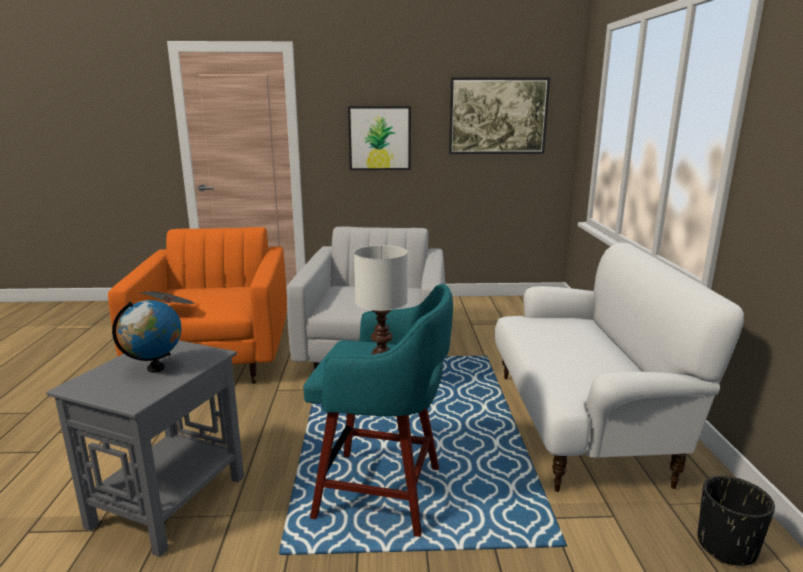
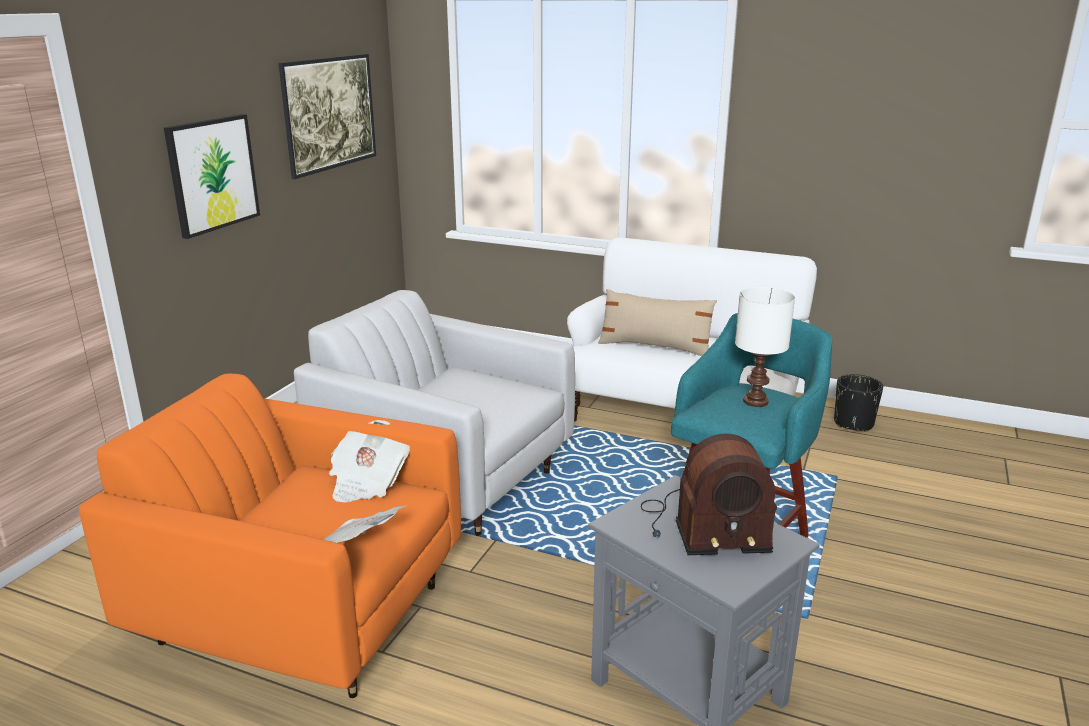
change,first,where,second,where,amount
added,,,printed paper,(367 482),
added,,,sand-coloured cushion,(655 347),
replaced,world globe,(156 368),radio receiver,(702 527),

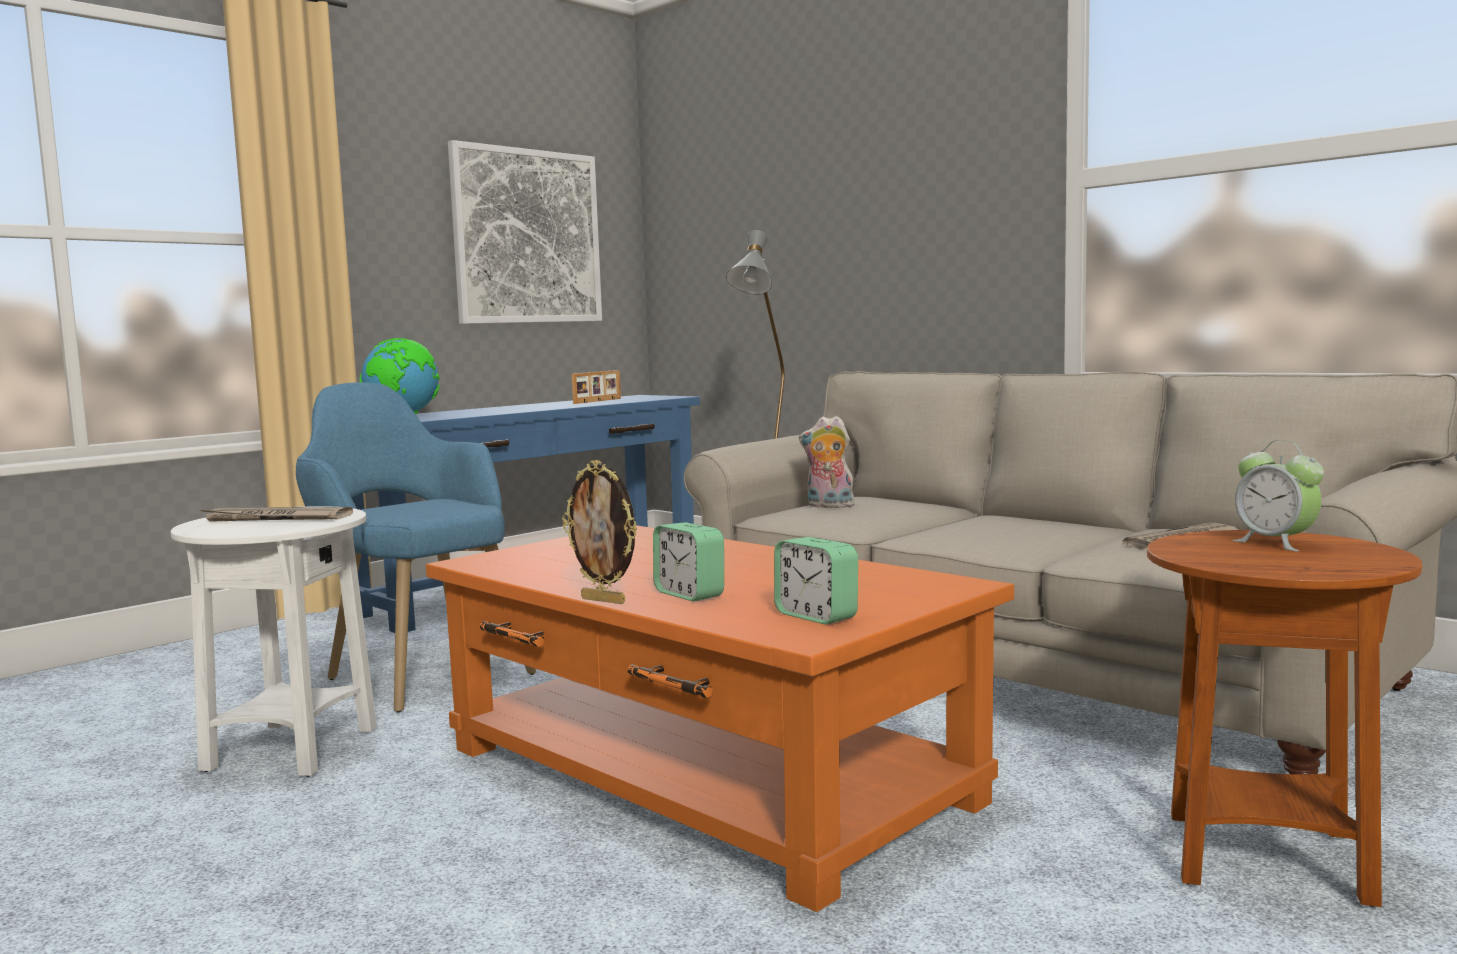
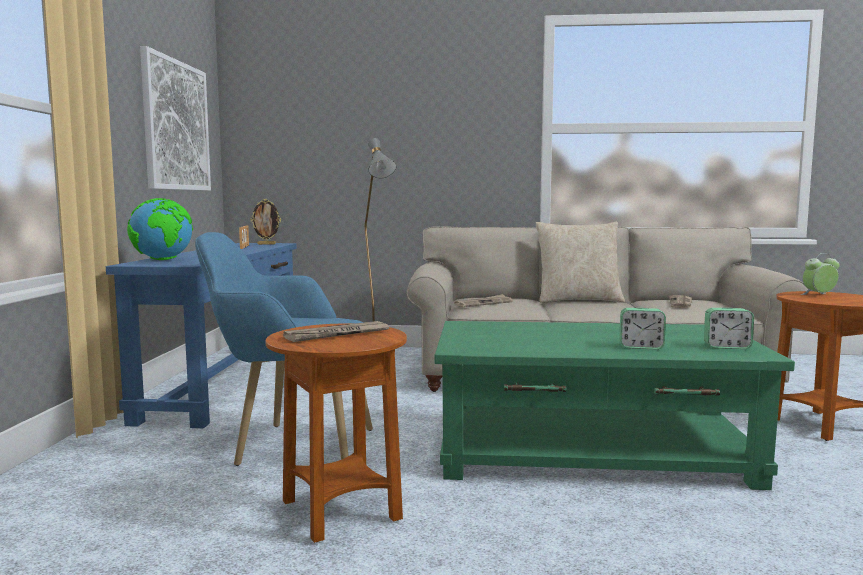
change,first,where,second,where,amount
moved,picture frame,(604 600),,(266 244),
recoloured,white-coloured side table,(291 750),brownish side table,(340 511),
recoloured,orangey lounge table,(704 775),green lounge table,(592 453),
replaced,plush toy,(828 506),printed paper,(483 303),
added,,,sand-coloured cushion,(578 300),
turned,table clock,(1275 543),,(818 295),150 degrees clockwise

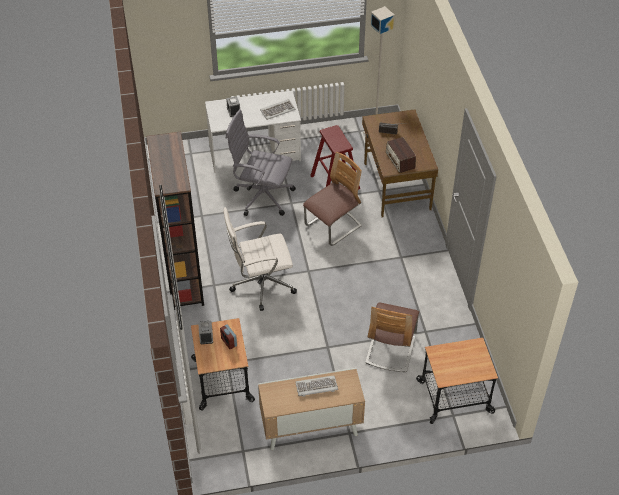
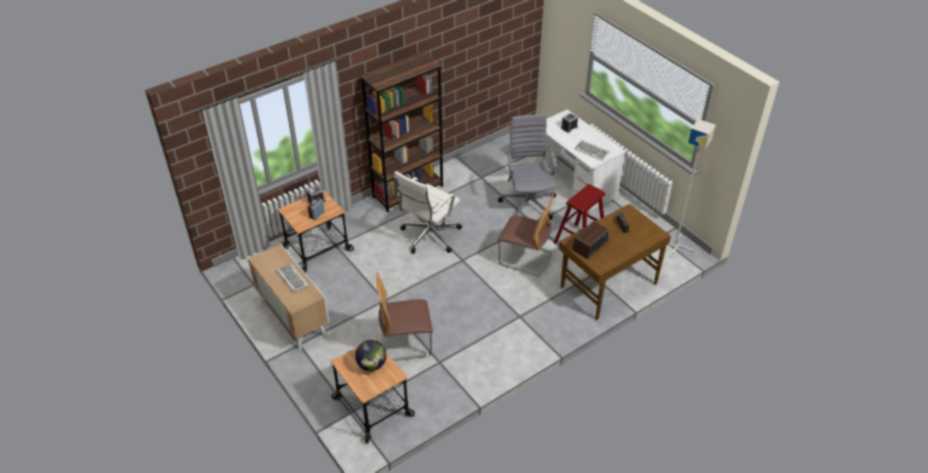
change,first,where,second,where,amount
added,,,world globe,(372 365),
turned,white-coloured computer chair,(261 284),,(429 236),105 degrees counterclockwise

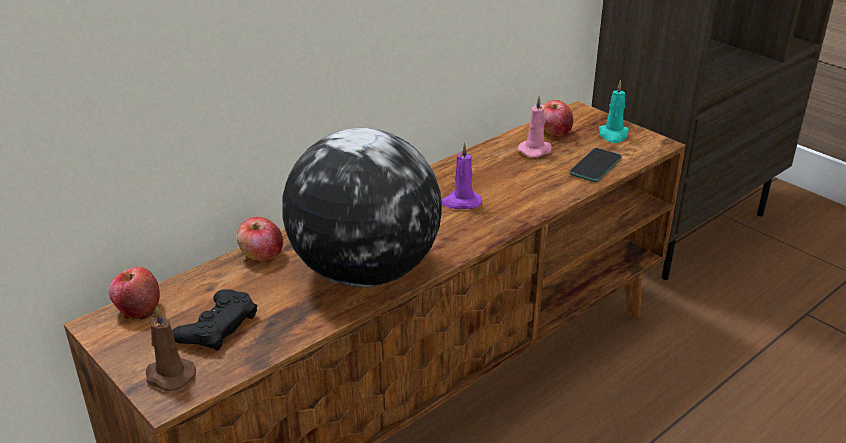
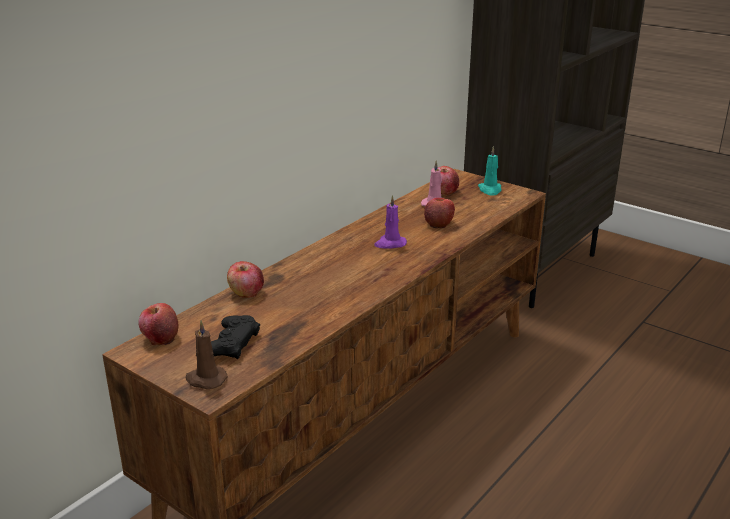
change,first,where,second,where,amount
added,,,whole apple,(439 223),
removed,world globe,(364 272),,,
removed,handset,(595 166),,,

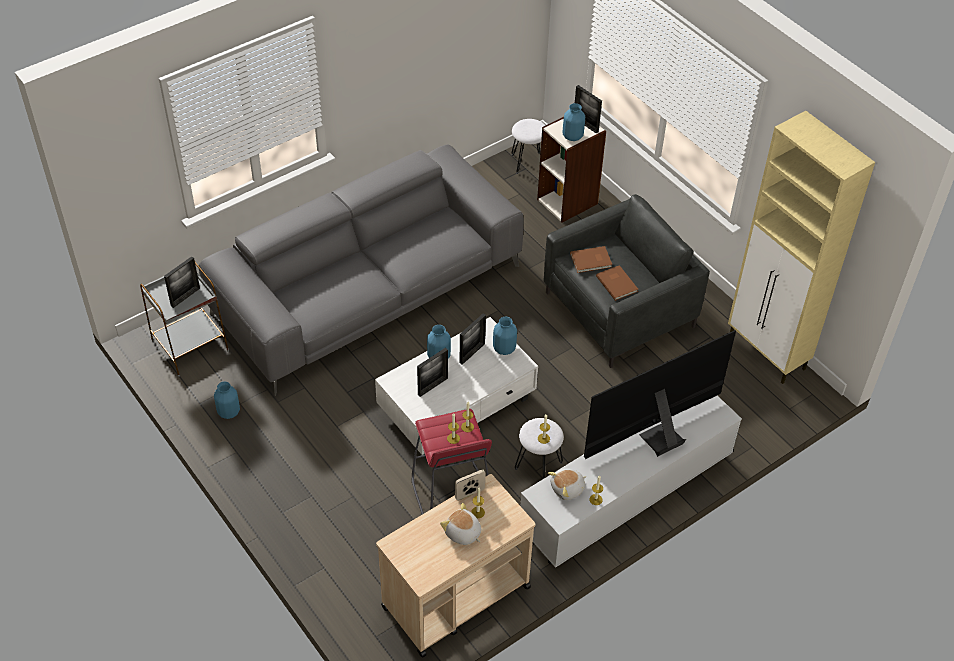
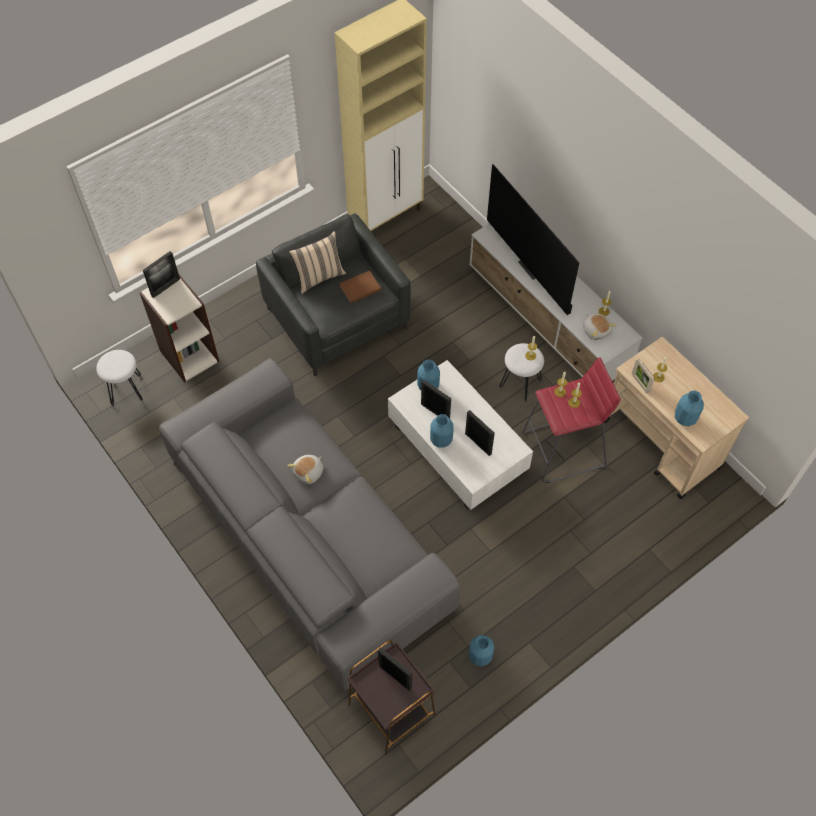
change,first,where,second,where,amount
moved,plush toy,(462 533),,(309 472),
added,,,sand-coloured cushion,(319 277),
recoloured,grey side table,(191 346),brownish side table,(392 709),
moved,blue-coloured flower vase,(572 136),,(684 418),
removed,brownish book,(591 261),,,

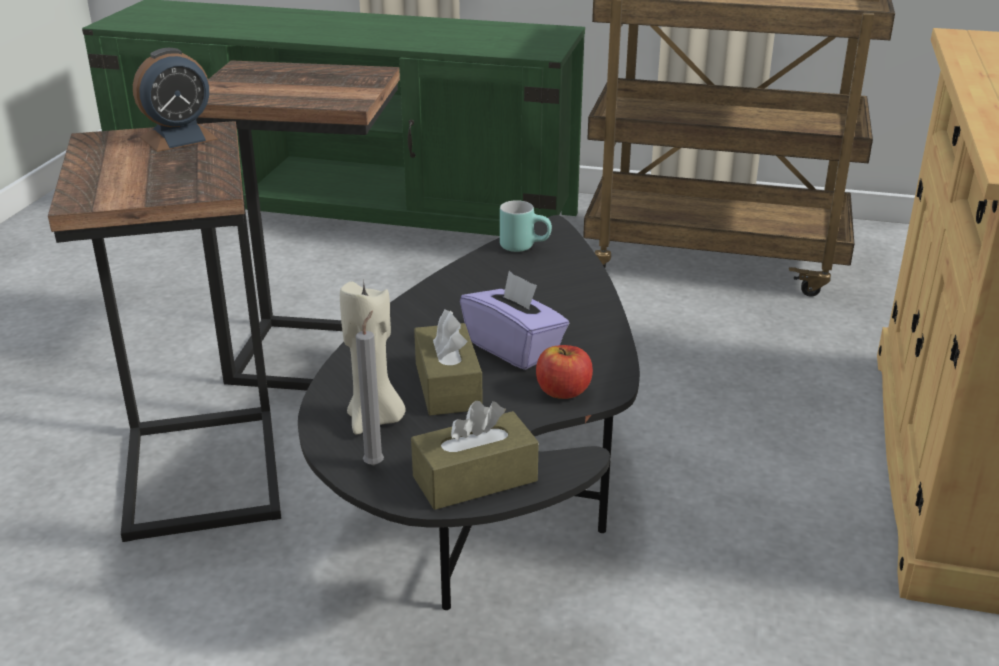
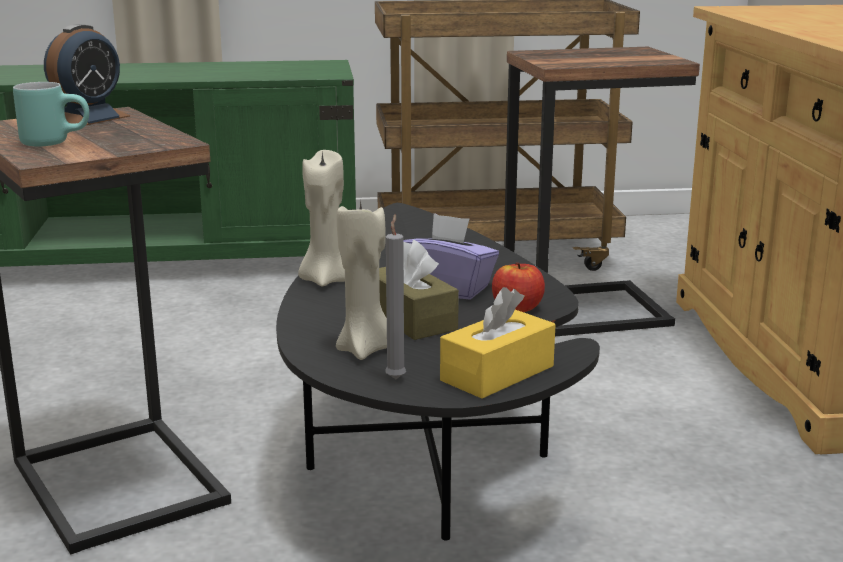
change,first,where,second,where,amount
moved,turquoise-coloured mug,(525 246),,(56 142),
added,,,sand-coloured candle,(324 280),
recoloured,brownish box of tissues,(475 479),yellow box of tissues,(497 373),
moved,side table,(319 355),,(583 310),

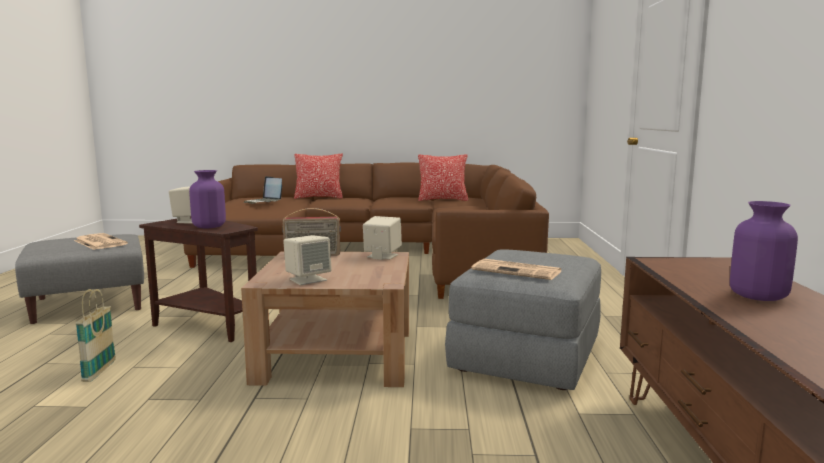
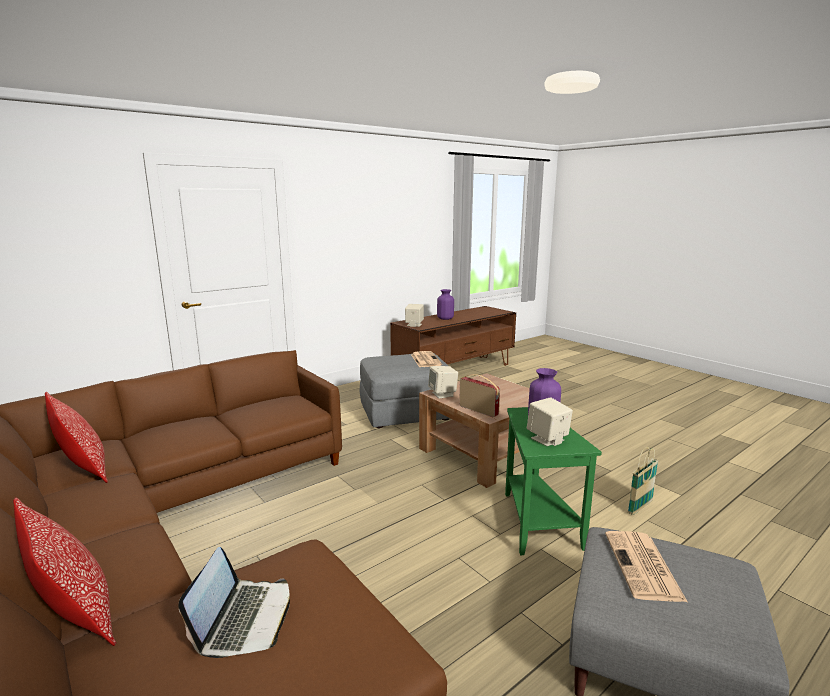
change,first,where,second,where,amount
moved,sand-coloured speaker,(308 280),,(414 325),
recoloured,brownish side table,(207 325),green side table,(537 524),

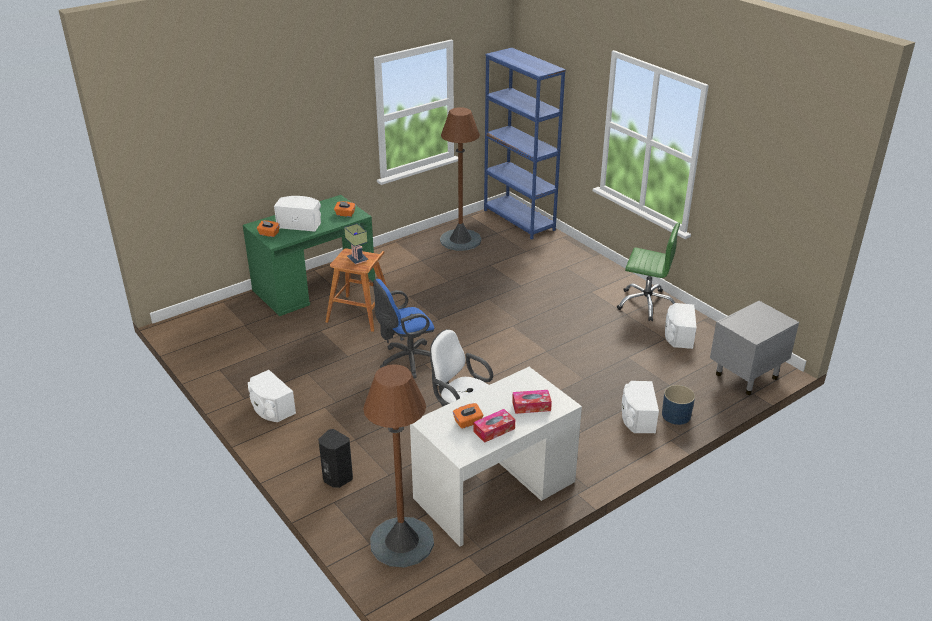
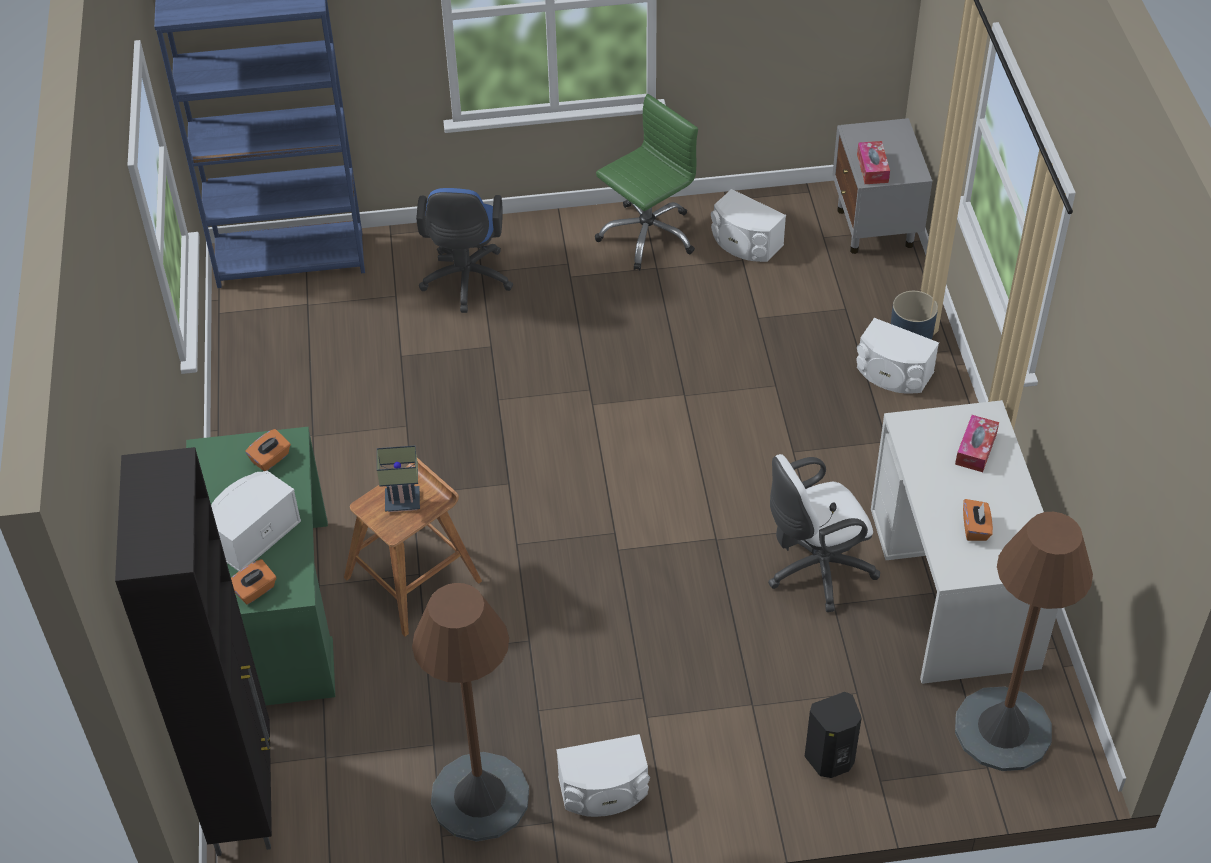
change,first,where,second,where,amount
added,,,black cupboard,(245 794),
moved,brownish standing lamp,(460 240),,(480 797),
moved,blue-coloured computer chair,(406 361),,(466 283),
moved,box of tissues,(494 430),,(872 168),

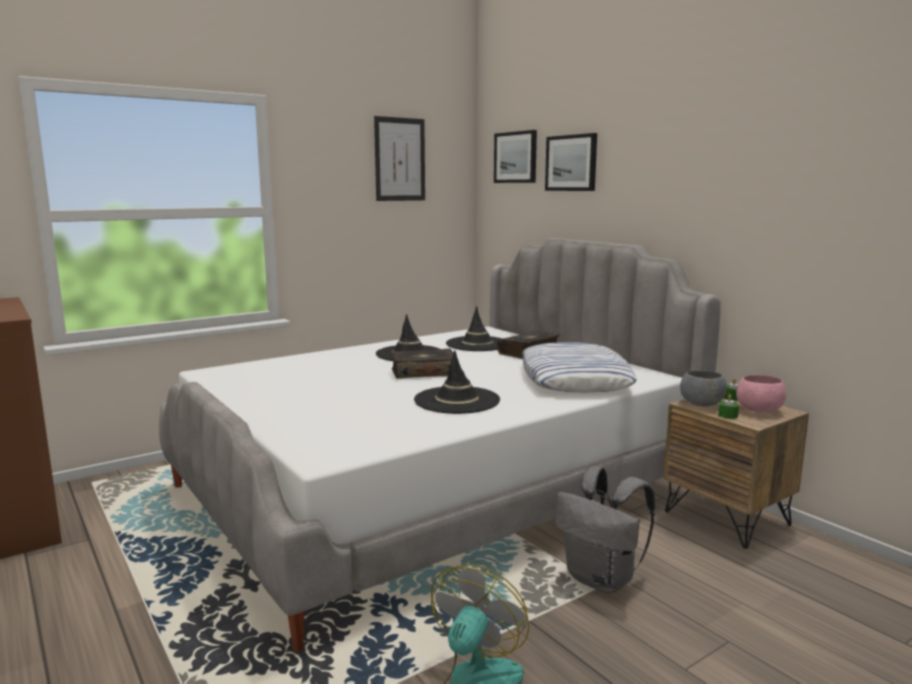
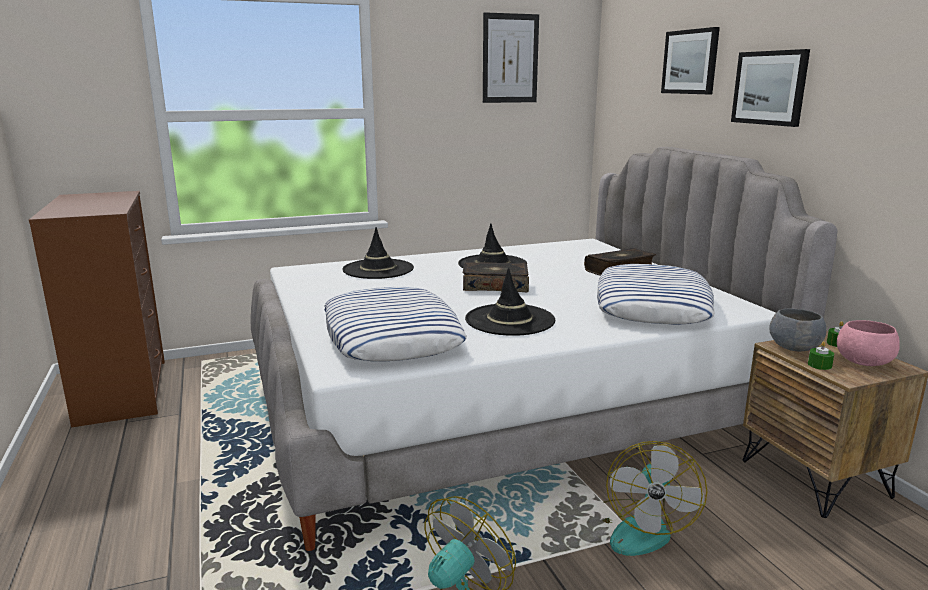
change,first,where,second,where,amount
added,,,cushion,(392 335),
moved,black wearable hat,(477 344),,(378 269),
replaced,grey knapsack,(602 580),electric fan,(639 528),
moved,wall picture,(516 157),,(770 88),

